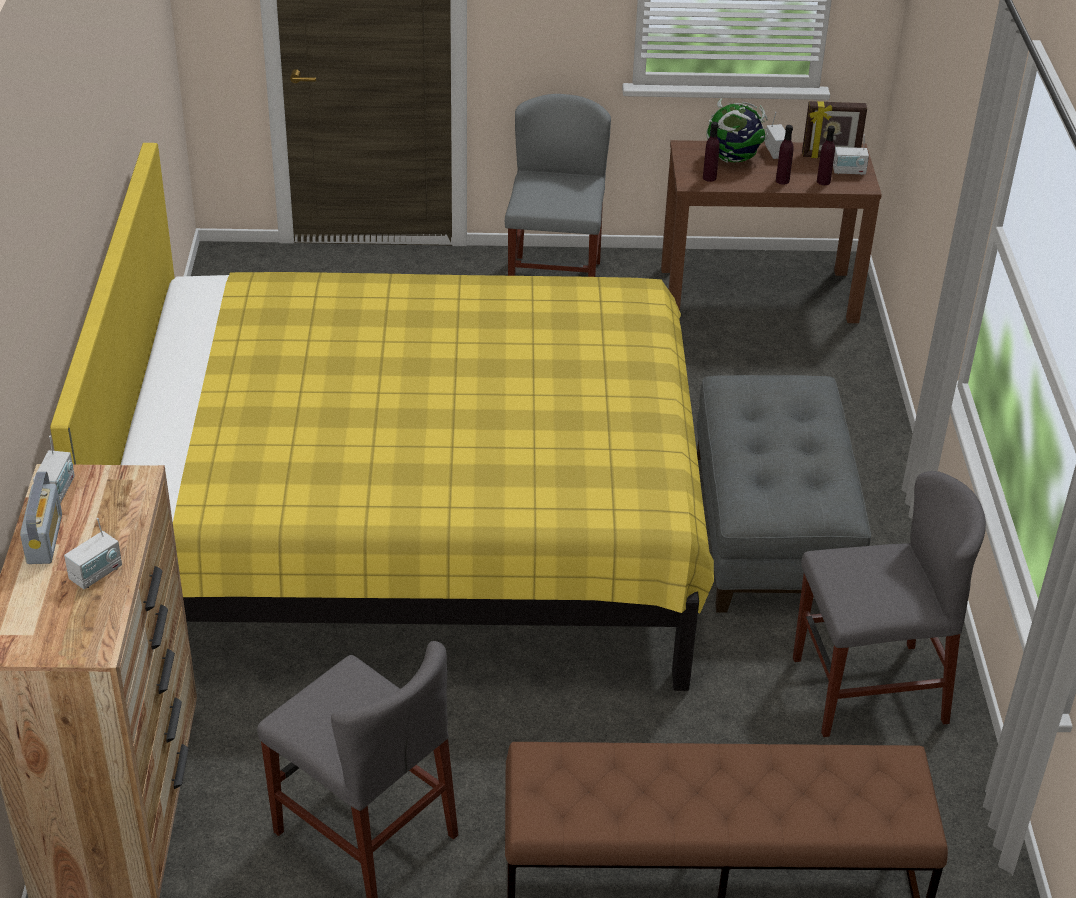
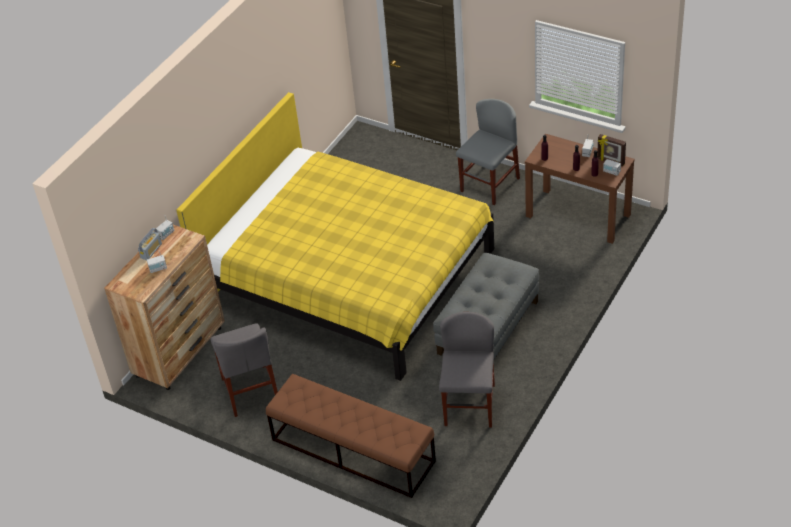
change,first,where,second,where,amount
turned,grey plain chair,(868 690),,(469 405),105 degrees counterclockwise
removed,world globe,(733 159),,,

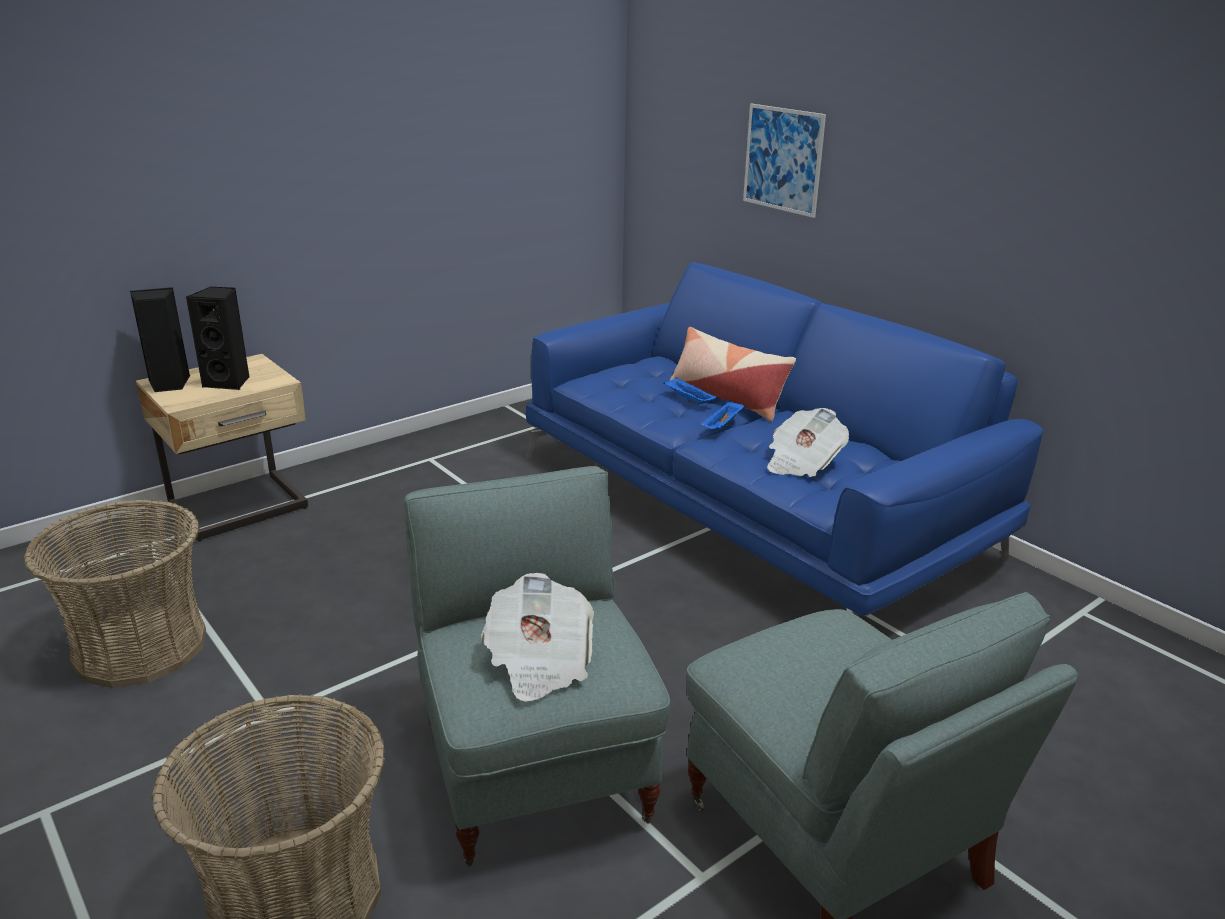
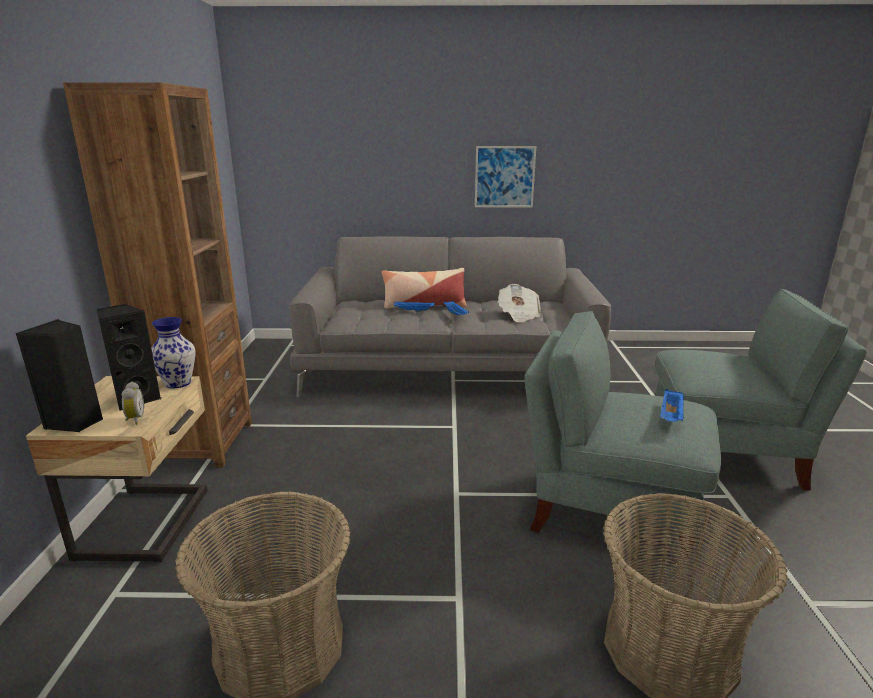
change,first,where,second,where,amount
added,,,brownish shelving unit,(202 443),
added,,,table clock,(134 419),
added,,,flower vase,(178 383),
recoloured,blue-coloured sofa,(750 506),grey sofa,(449 366),
moved,wall picture,(783 159),,(504 177),
replaced,printed paper,(539 662),blue-coloured serving tray,(671 416),

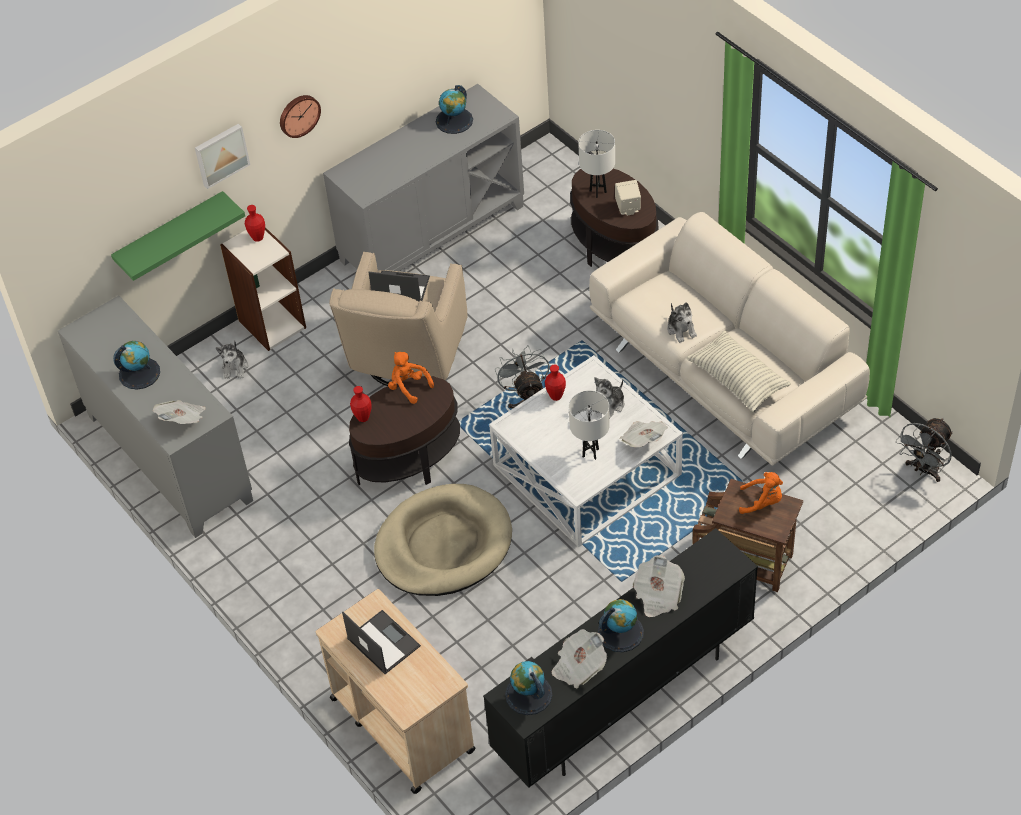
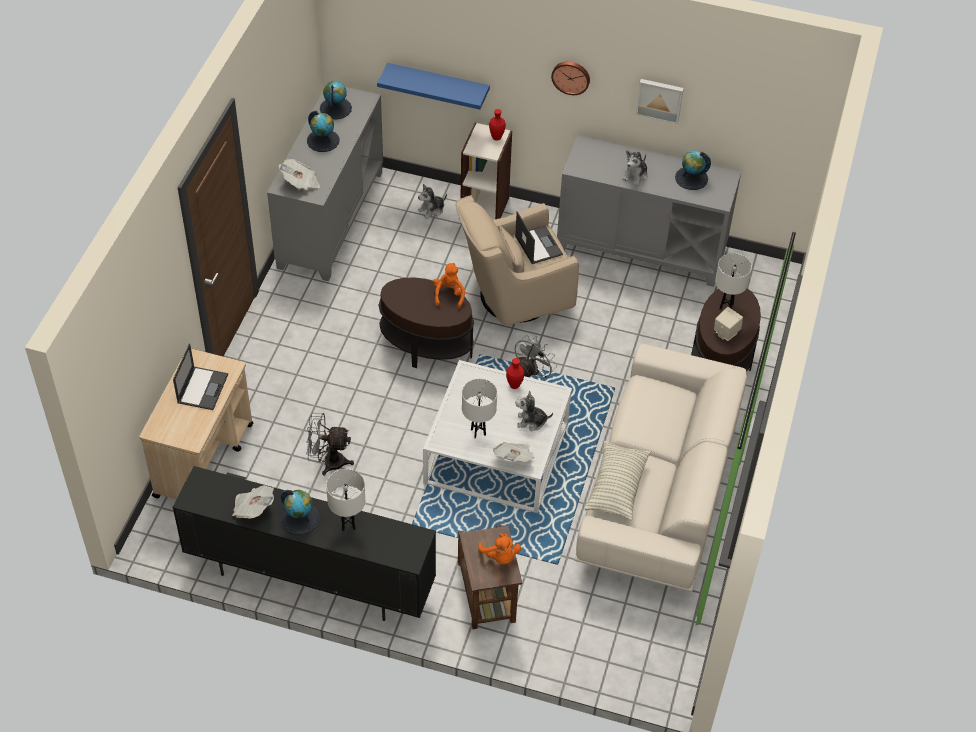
change,first,where,second,where,amount
moved,grey electric fan,(924 470),,(328 462),
moved,world globe,(528 694),,(335 108),
replaced,printed paper,(658 595),white-coloured lamp for a table,(348 525),
recoloured,green shelf,(170 234),blue-coloured shelf,(438 84),
moved,plush toy,(681 329),,(635 175),
moved,wall picture,(221 154),,(659 99),
removed,reddish flower vase,(363 418),,,
removed,sand-coloured dog bed,(443 545),,,

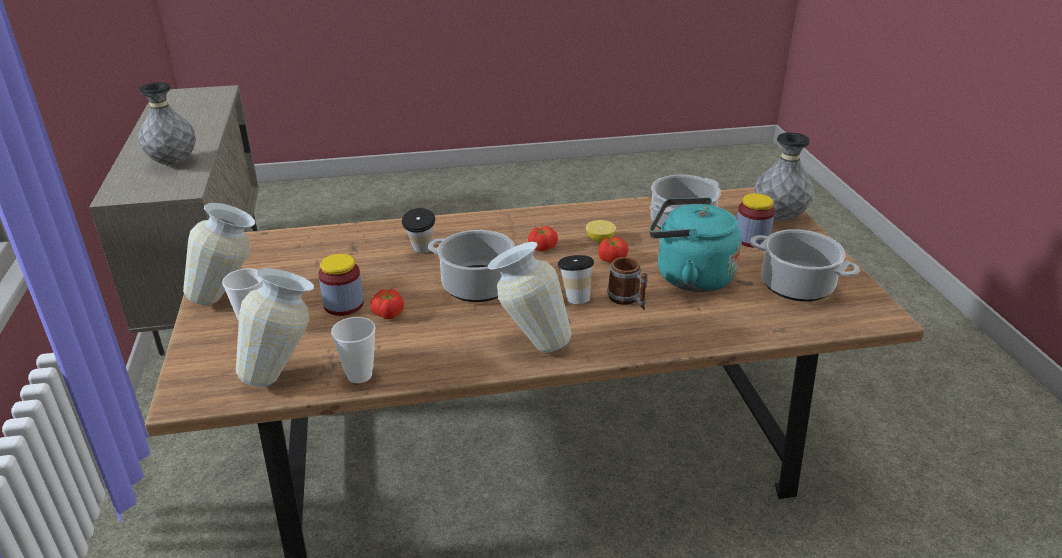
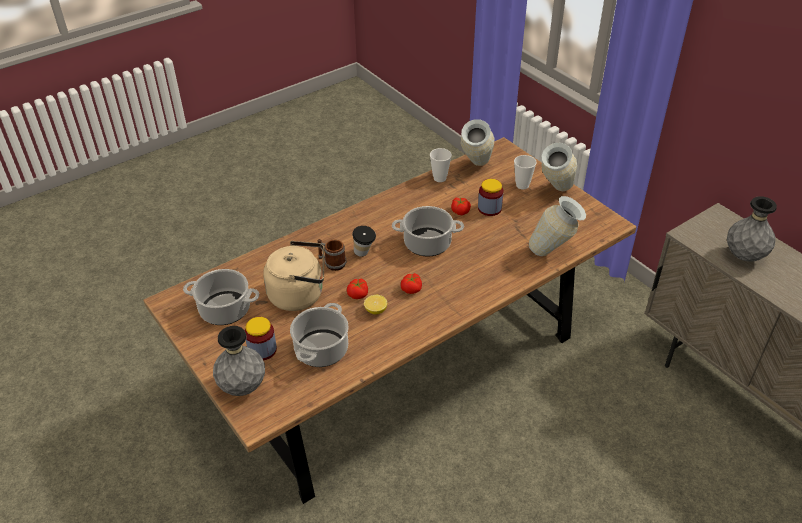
change,first,where,second,where,amount
recoloured,turquoise-coloured tea kettle,(688 276),sand-coloured tea kettle,(299 295),
moved,flower vase,(529 340),,(554 253),
removed,small cup,(421 252),,,

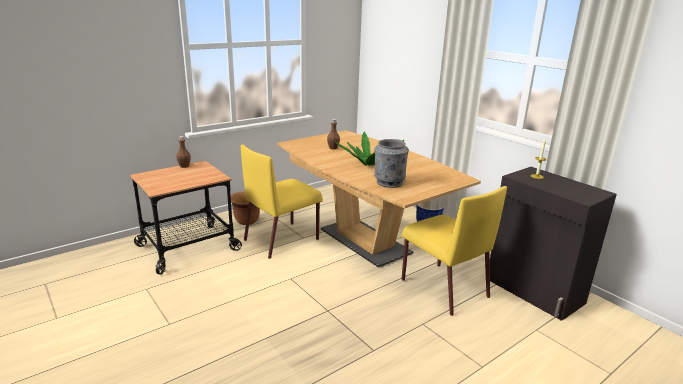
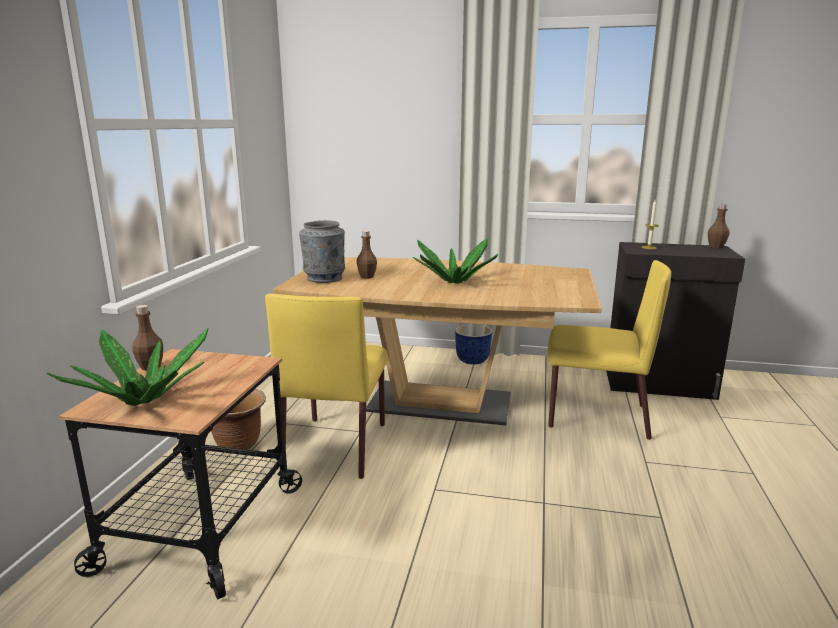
change,first,where,second,where,amount
added,,,plant in a pot,(143 400),
moved,grey flower vase,(389 183),,(324 278),
added,,,brownish drink bottle,(716 247),

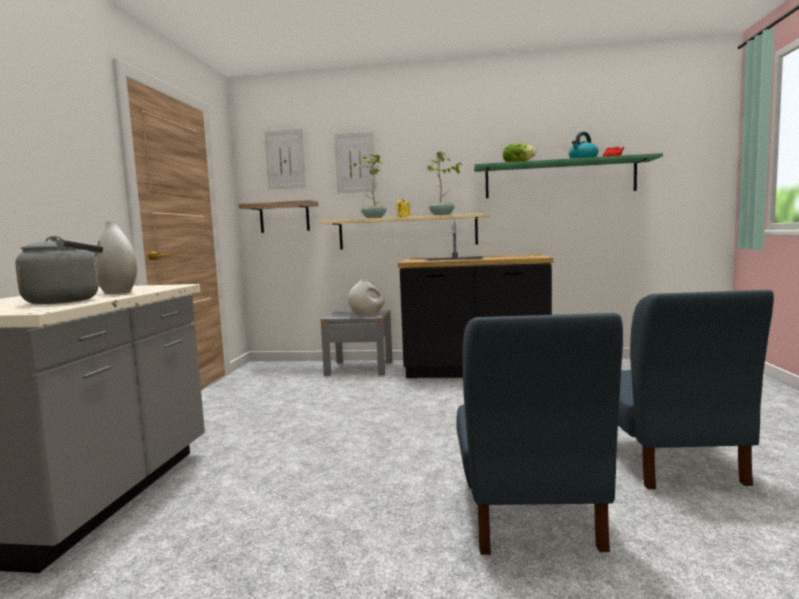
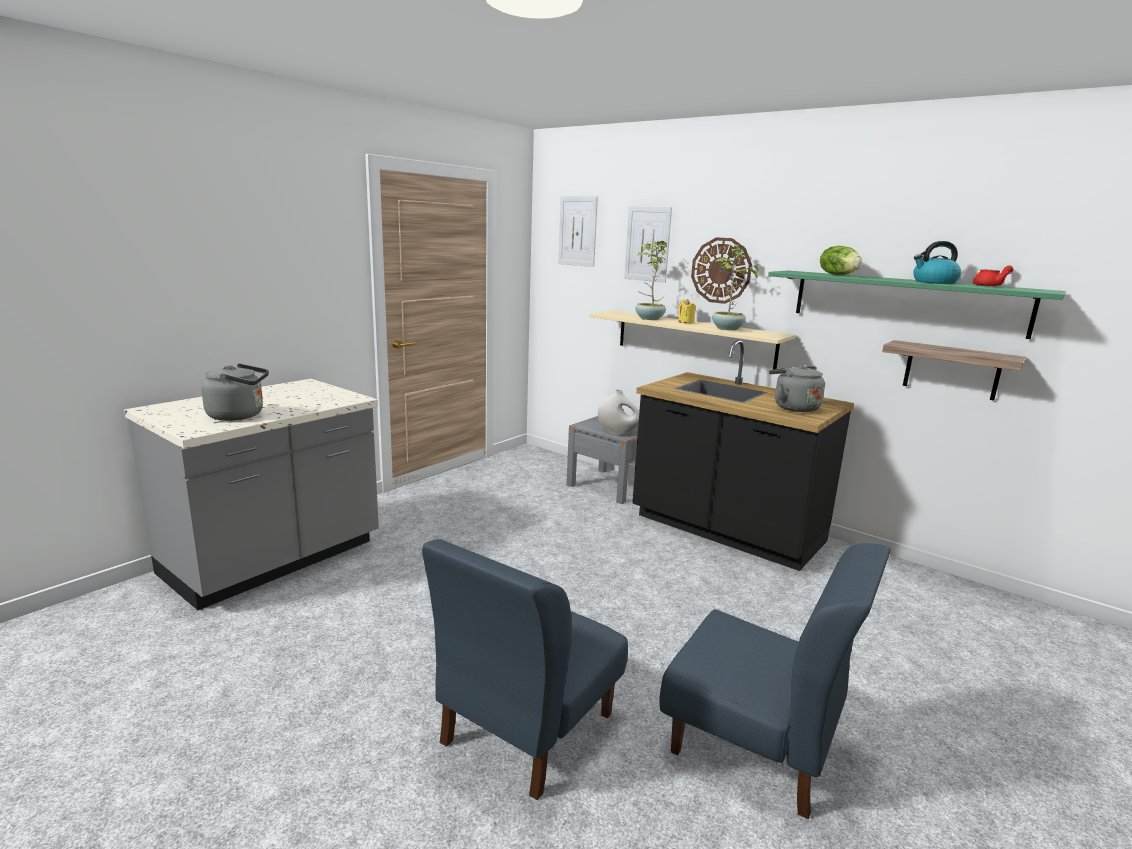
change,first,where,second,where,amount
turned,blue-coloured plain chair,(670 462),,(754 745),90 degrees counterclockwise
added,,,hanging clock,(721 270),
added,,,grey tea kettle,(793 407),
moved,shelf,(284 217),,(951 370),
removed,white-coloured flower vase,(116 293),,,

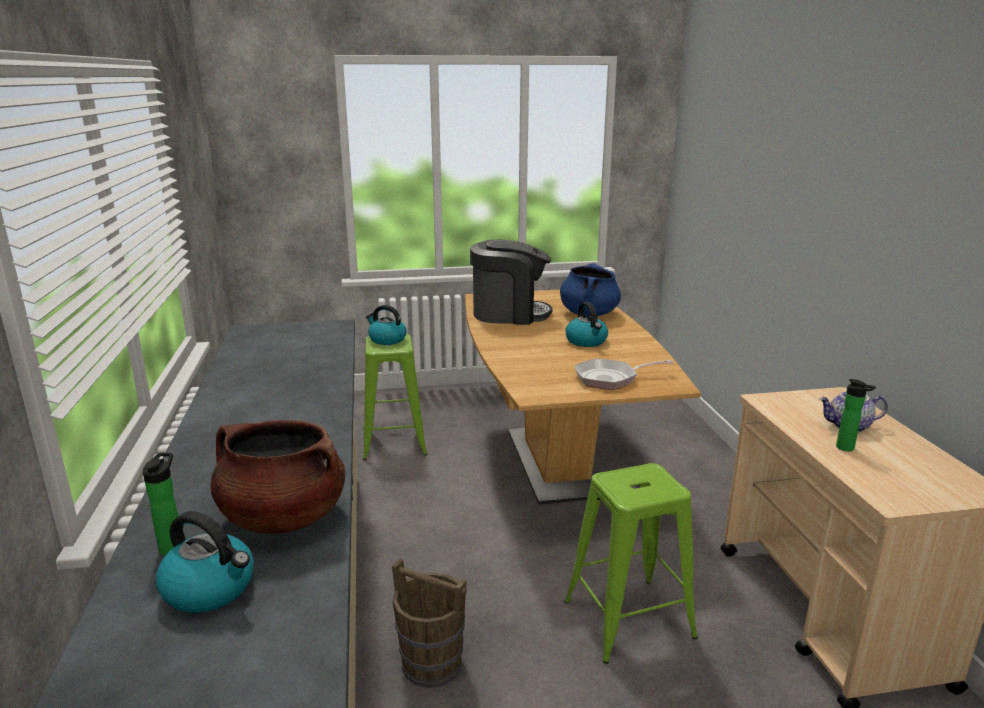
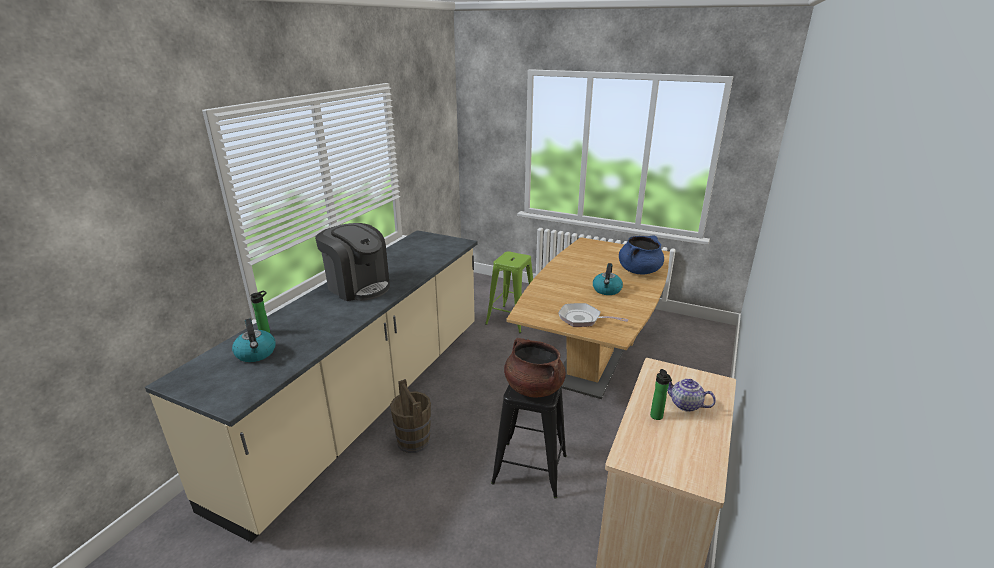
change,first,where,second,where,amount
moved,coffee brewer,(509 314),,(358 286),
recoloured,green sitting stool,(630 619),black sitting stool,(530 469),
moved,brownish cooking pot,(283 517),,(533 388),
removed,tea kettle,(387 339),,,

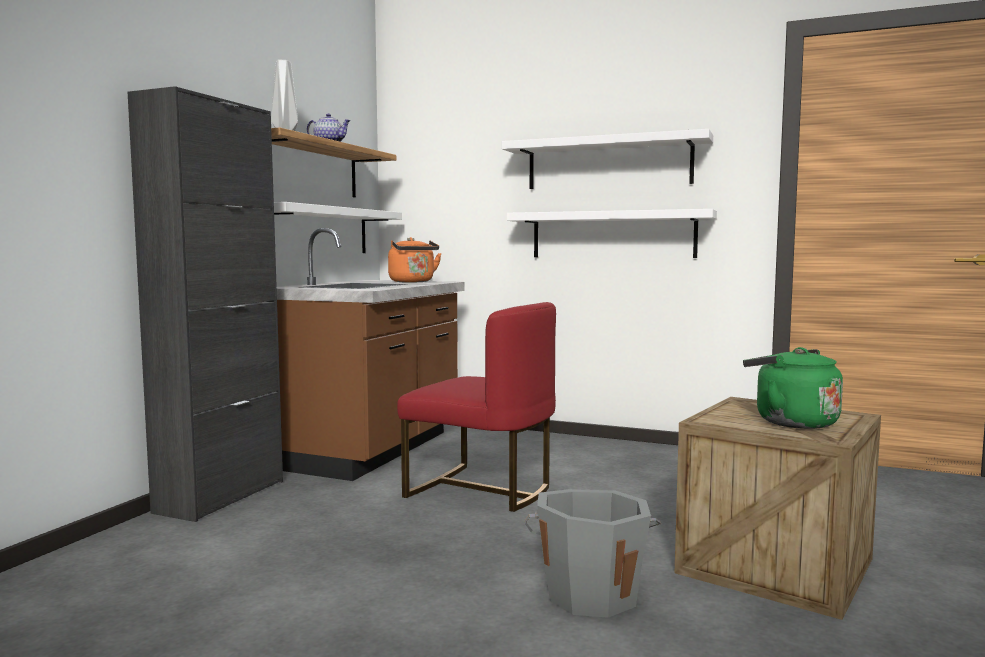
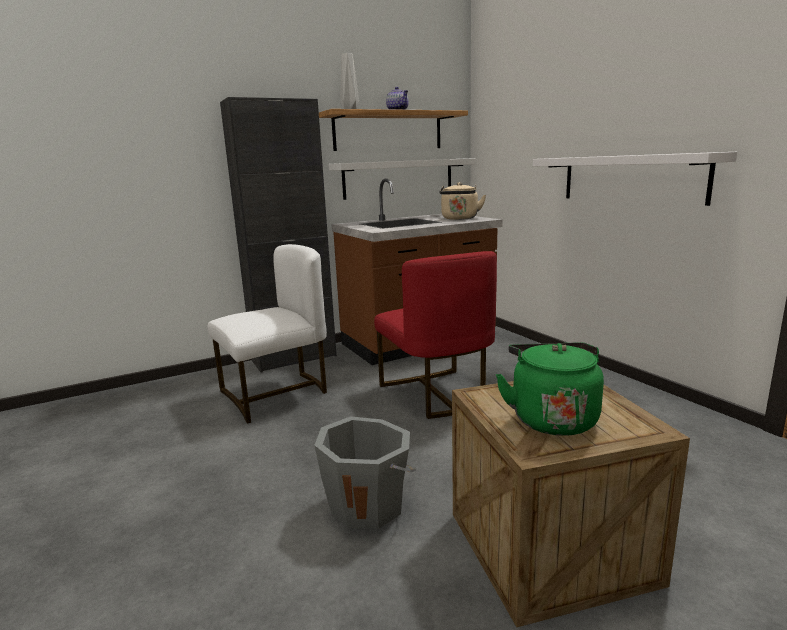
change,first,where,second,where,amount
added,,,white-coloured plain chair,(276 394),
recoloured,orangey tea kettle,(413 282),sand-coloured tea kettle,(459 219),
removed,white-coloured shelf,(608 163),,,

